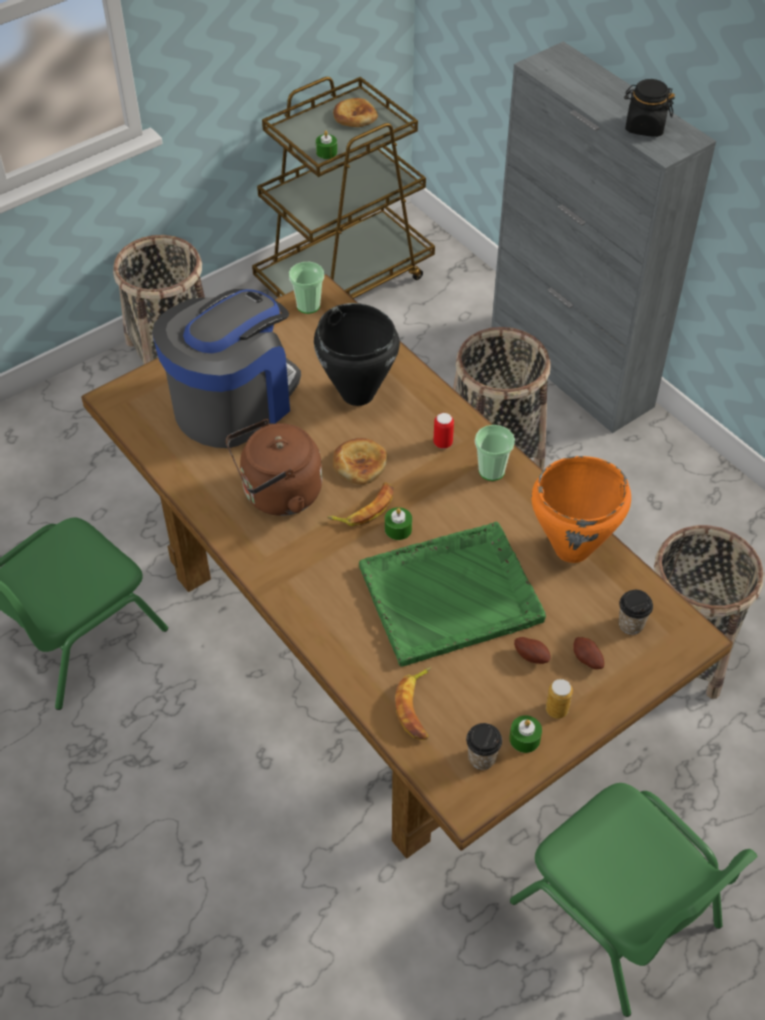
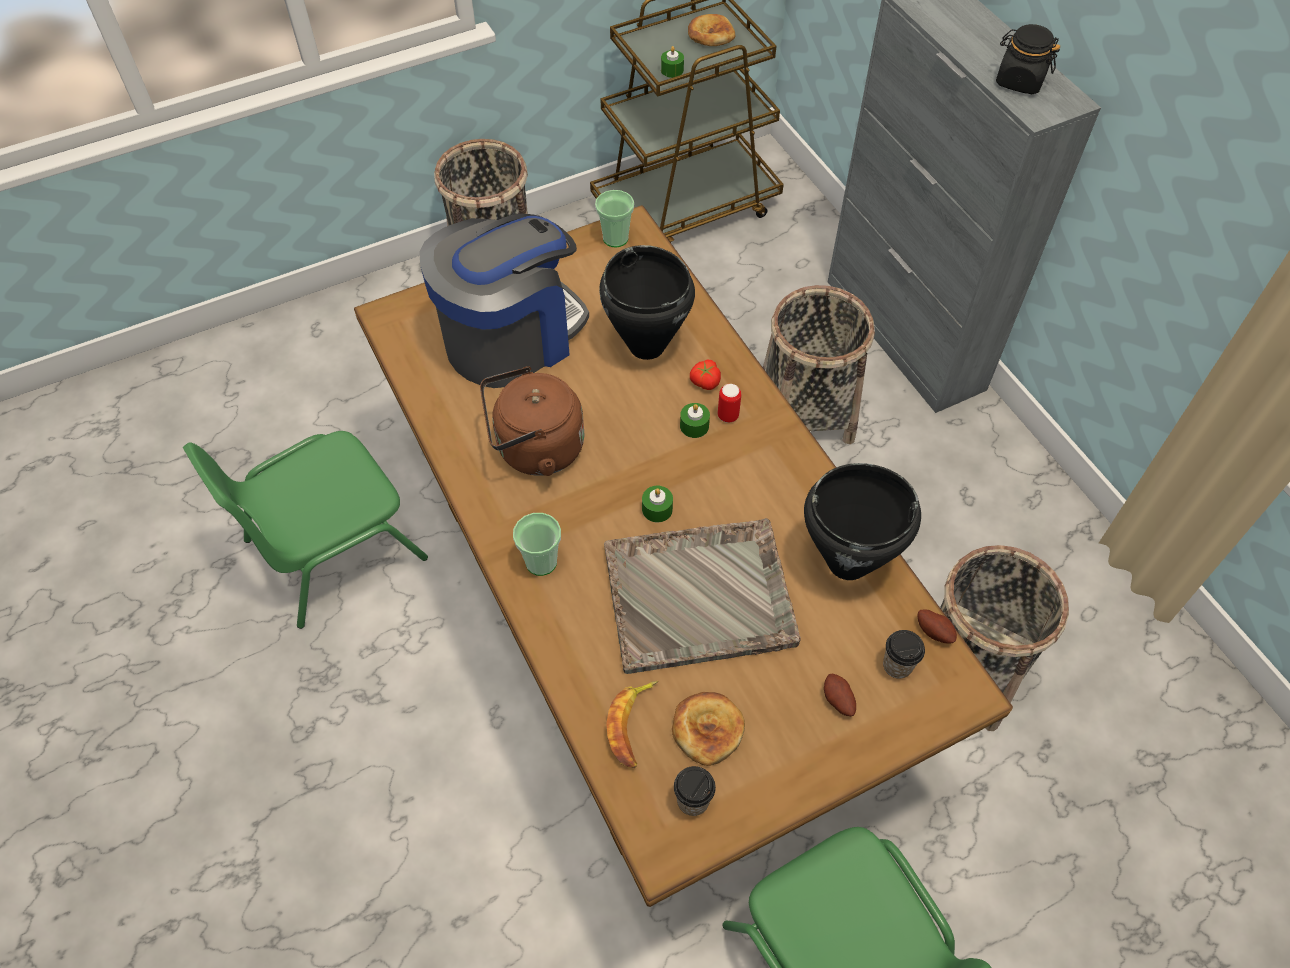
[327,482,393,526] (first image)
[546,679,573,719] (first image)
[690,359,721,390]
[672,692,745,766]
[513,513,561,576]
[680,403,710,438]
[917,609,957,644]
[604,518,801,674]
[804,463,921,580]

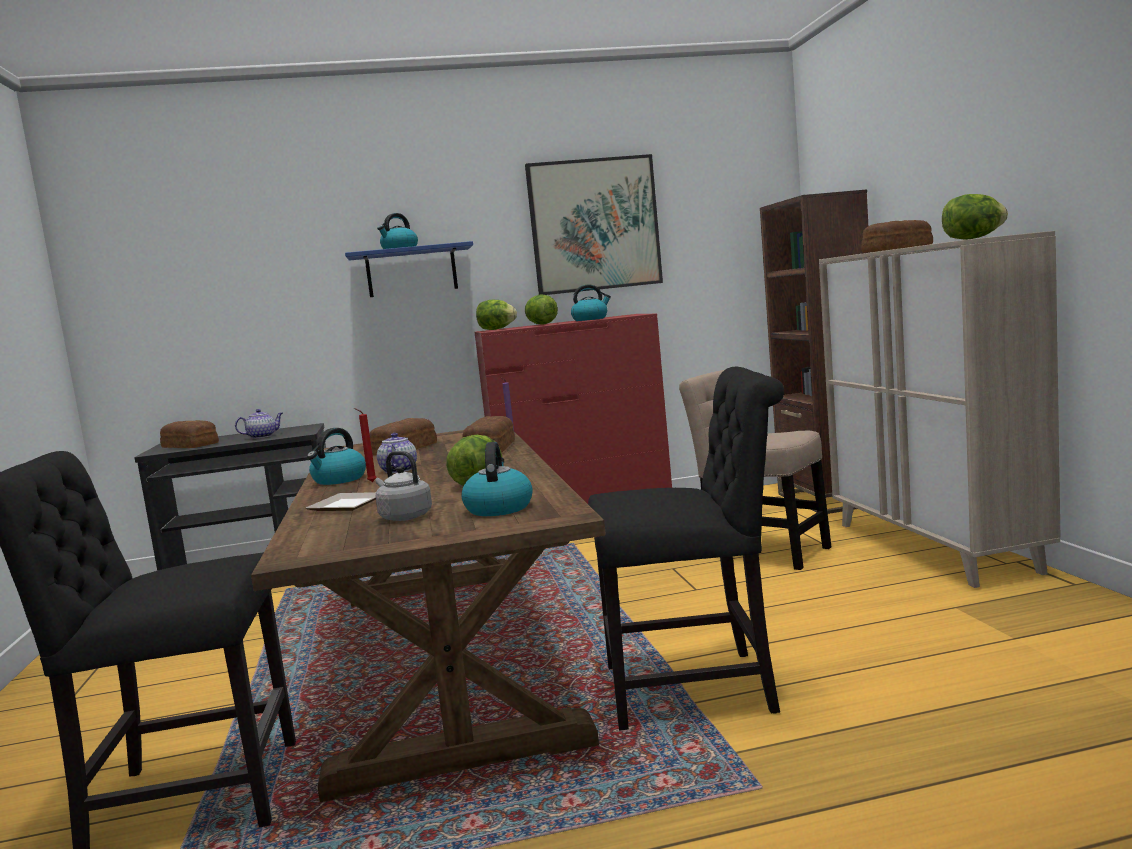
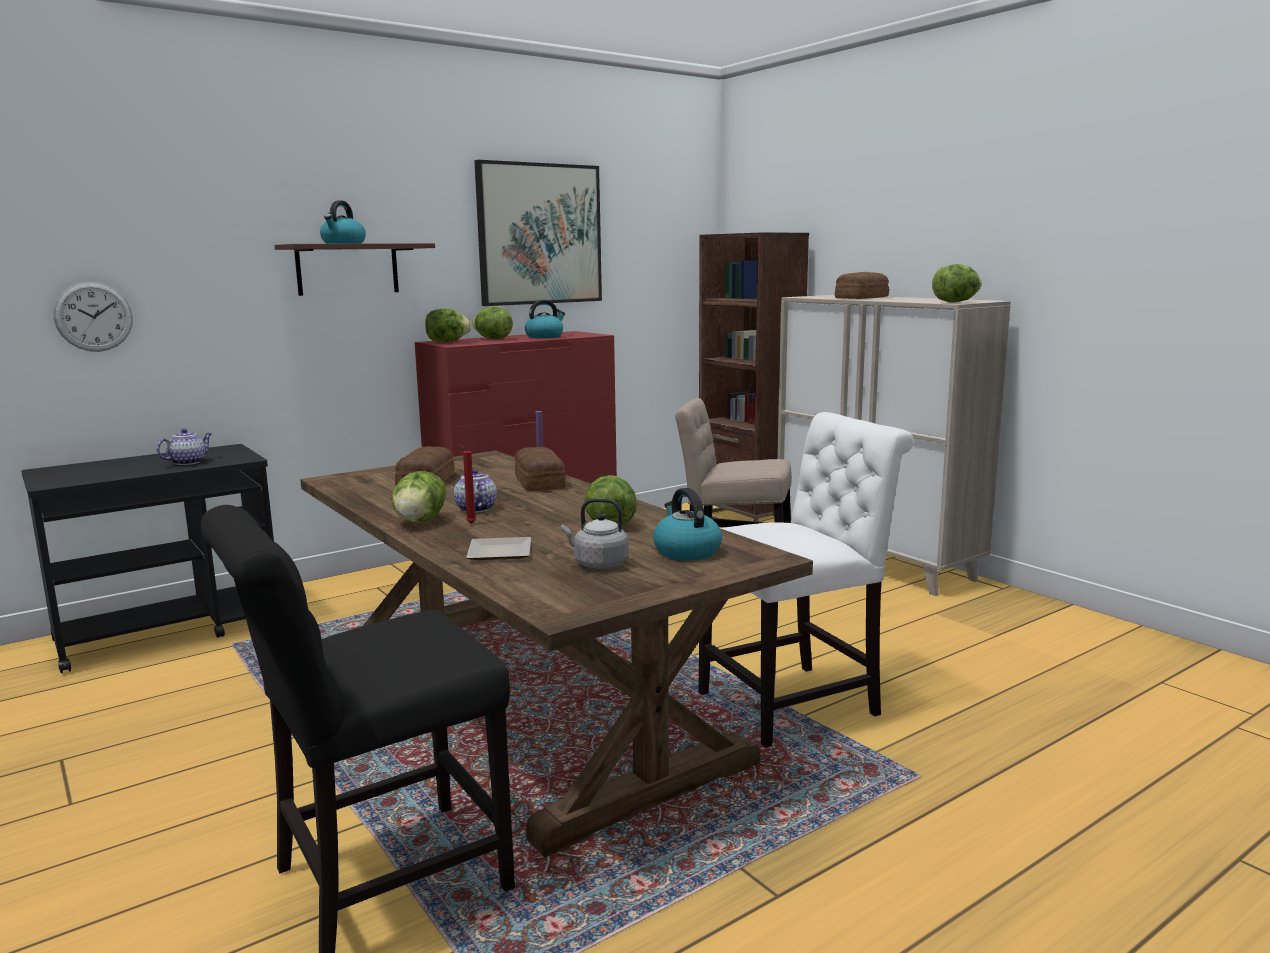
[160,420,219,448] (first image)
[53,282,133,352]
[392,471,446,523]
[275,243,435,296]
[699,412,914,748]

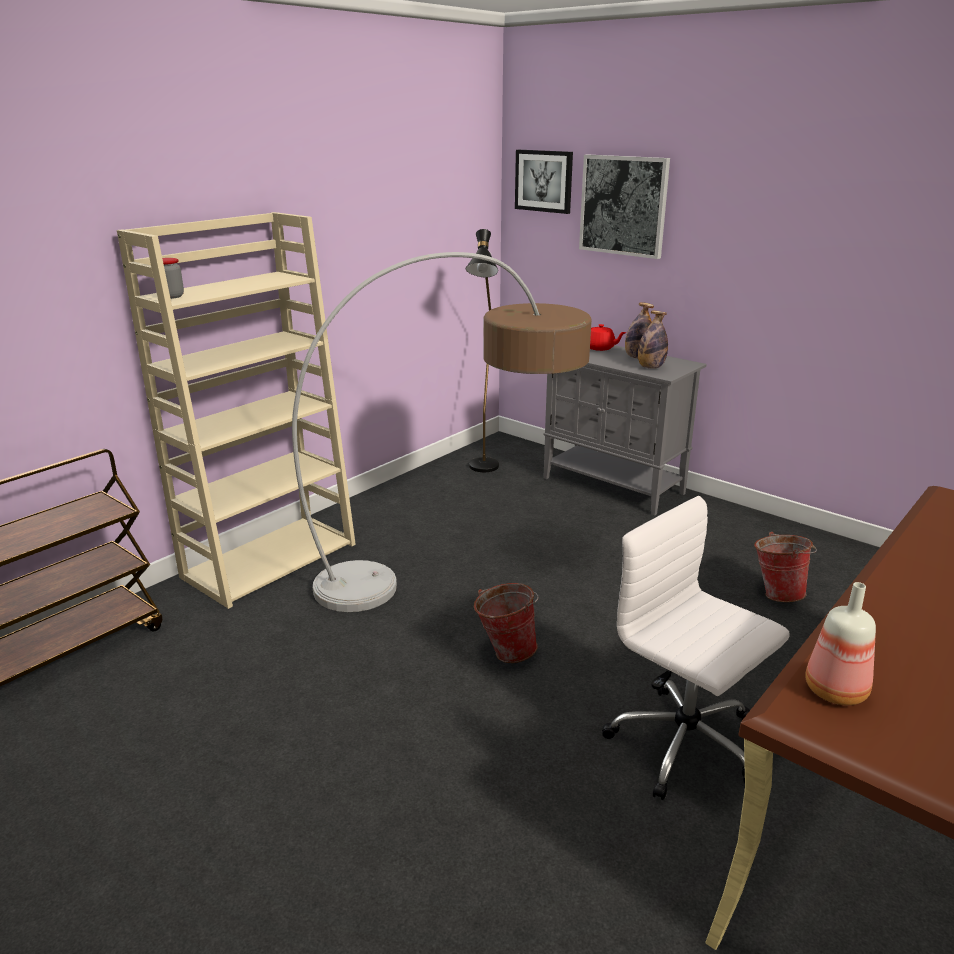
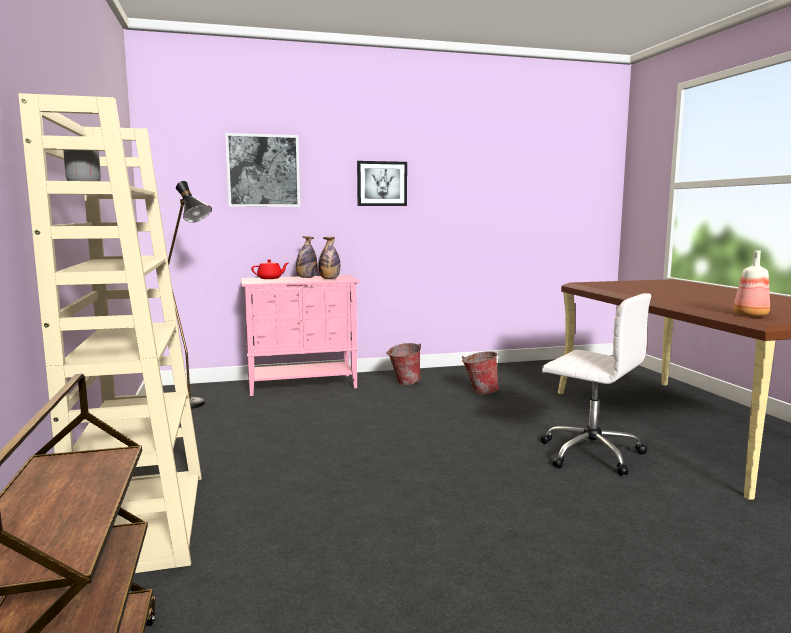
[292,252,592,612] (first image)
[386,343,421,385]
[357,161,407,206]
[241,275,360,396]
[541,293,651,476]

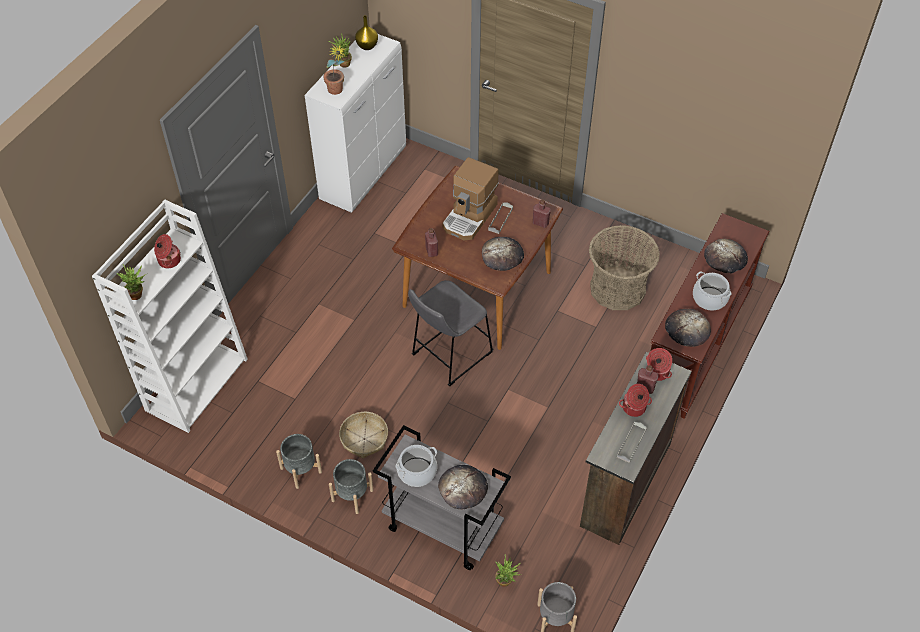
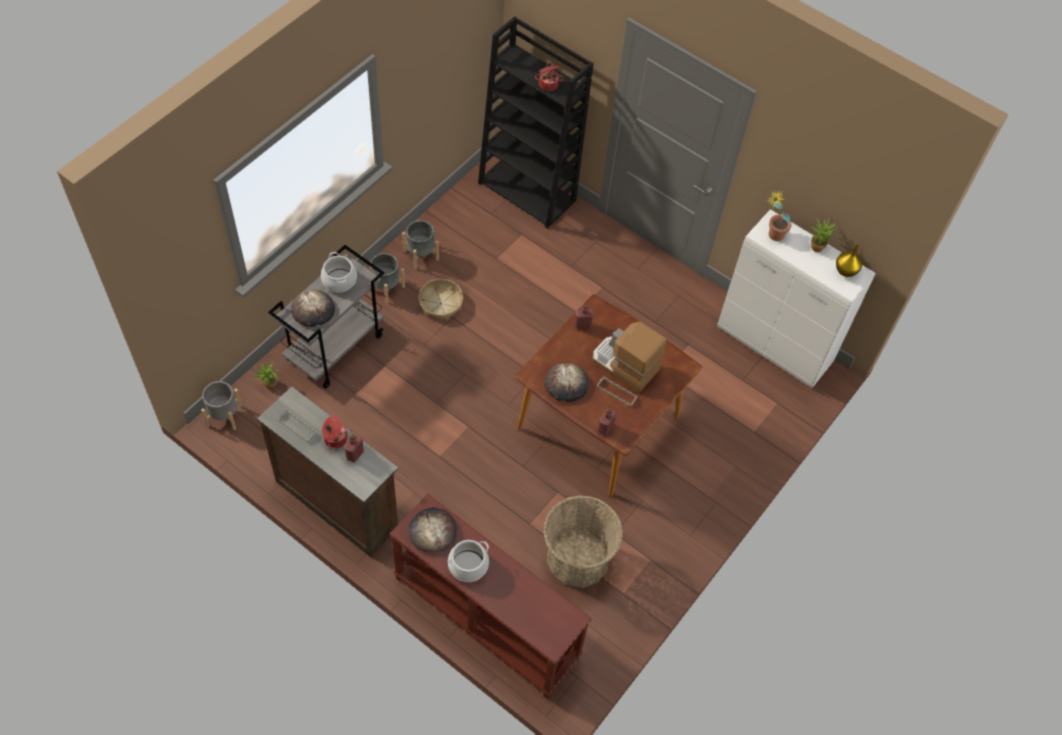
[117,264,148,300] (first image)
[408,280,493,386] (first image)
[646,348,672,381] (first image)
[704,239,748,274] (first image)
[478,16,594,229]

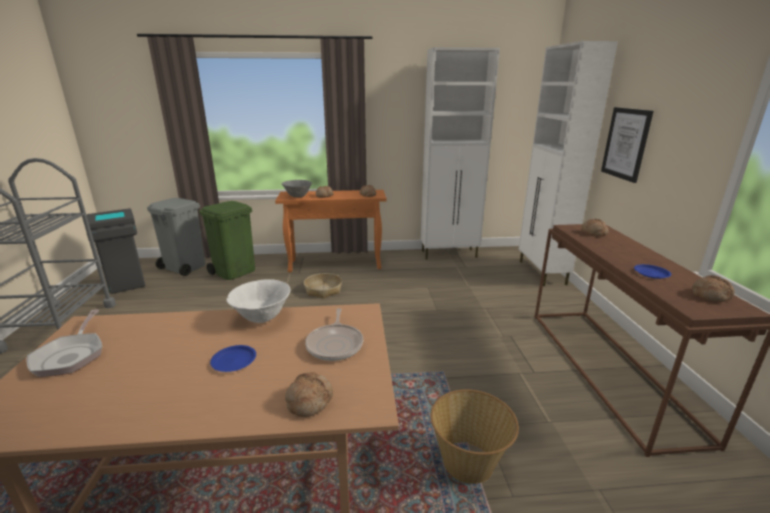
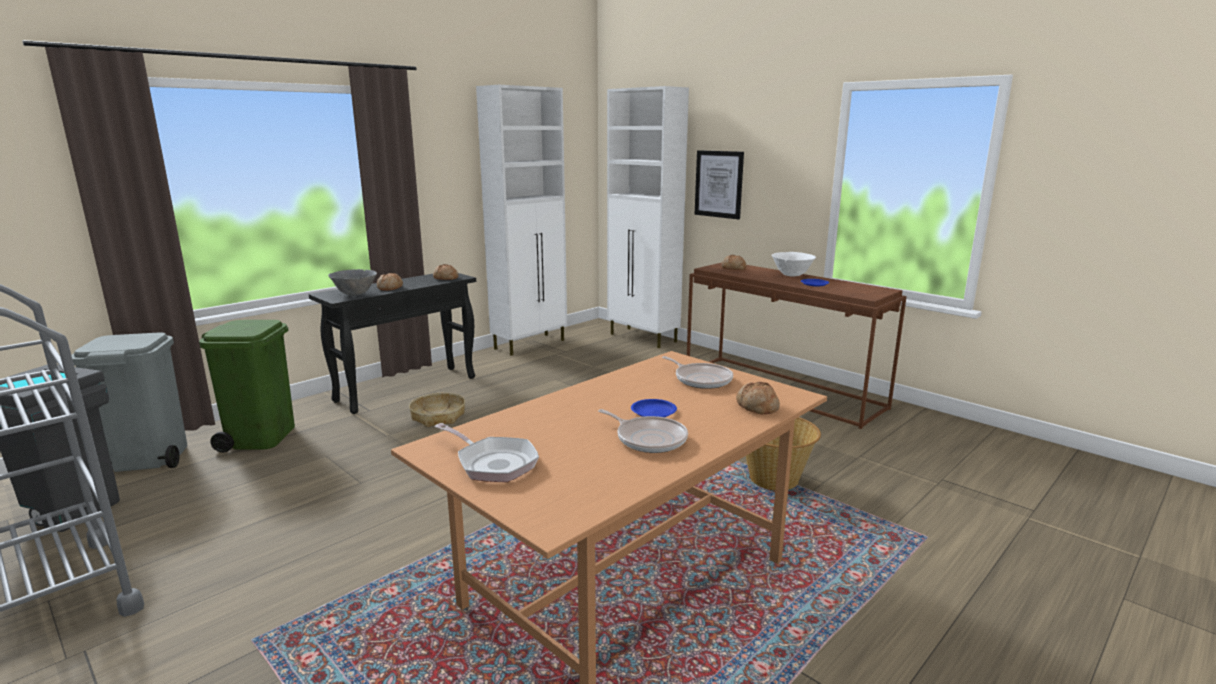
[692,275,735,302] (first image)
[598,409,688,453]
[772,252,816,277]
[308,273,476,414]

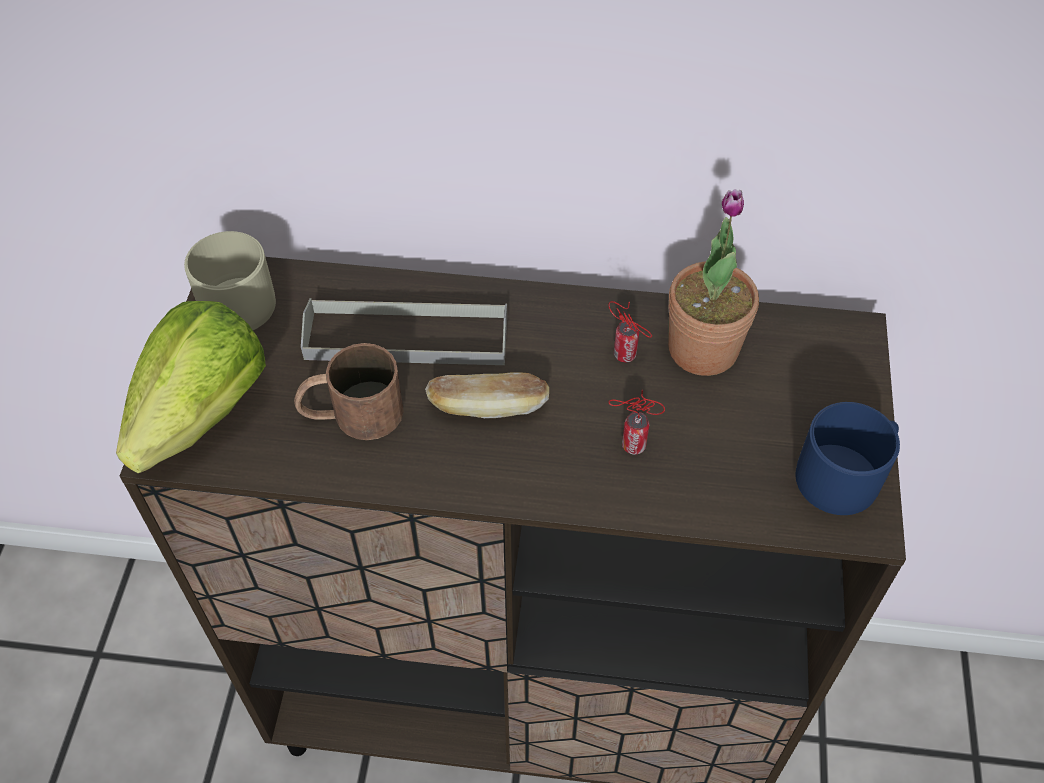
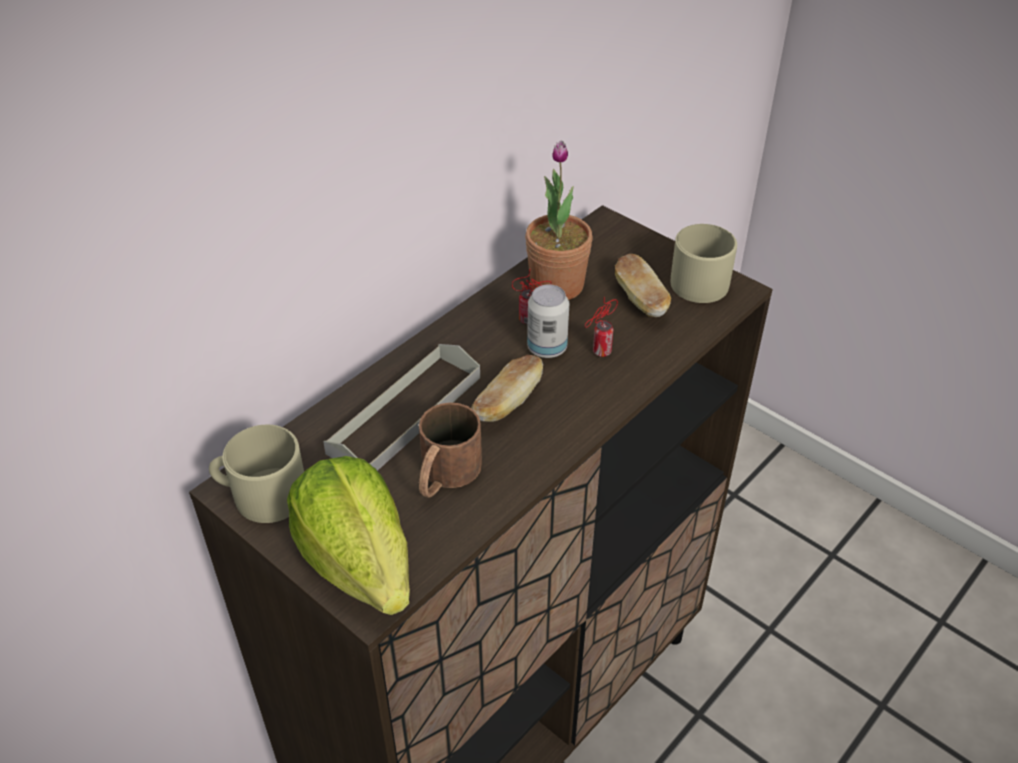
[527,284,569,358]
[615,254,671,317]
[671,224,737,303]

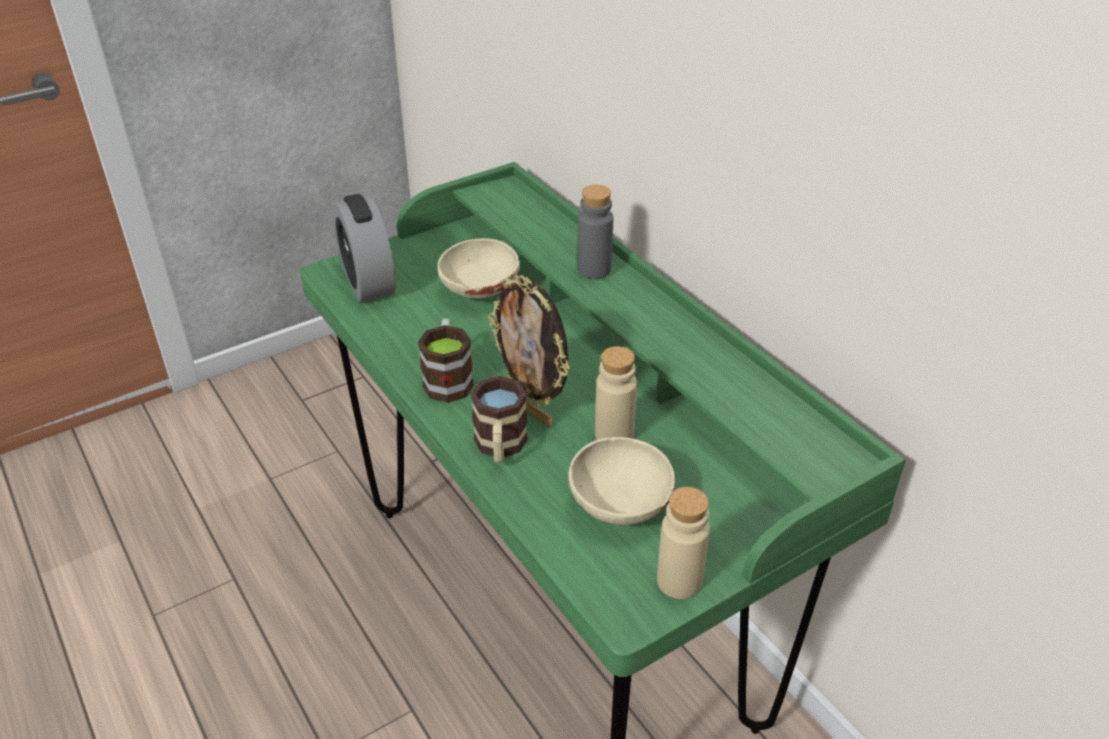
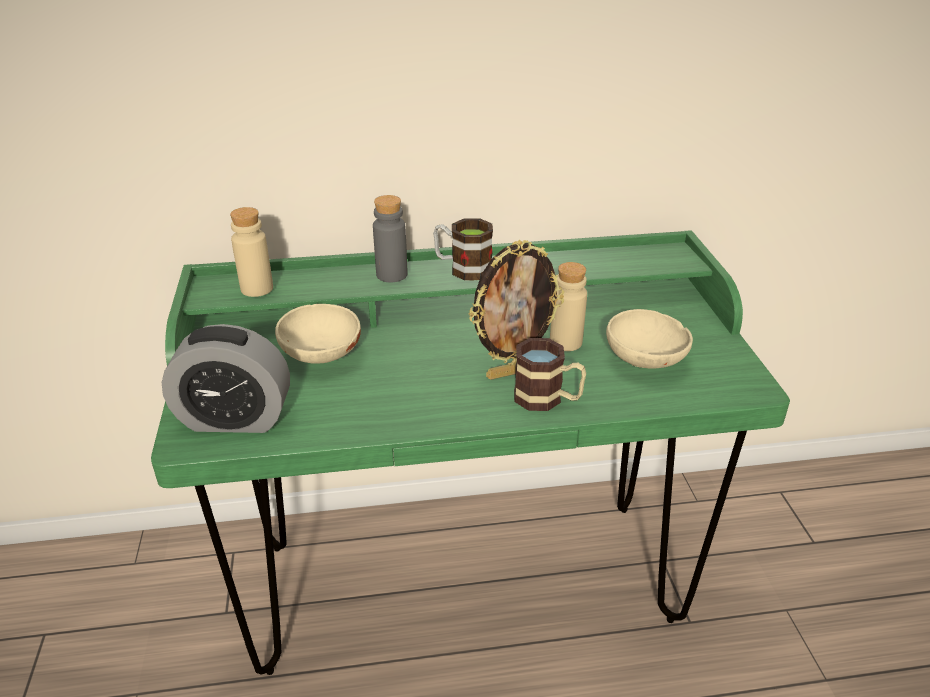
[433,218,493,280]
[230,207,273,297]

